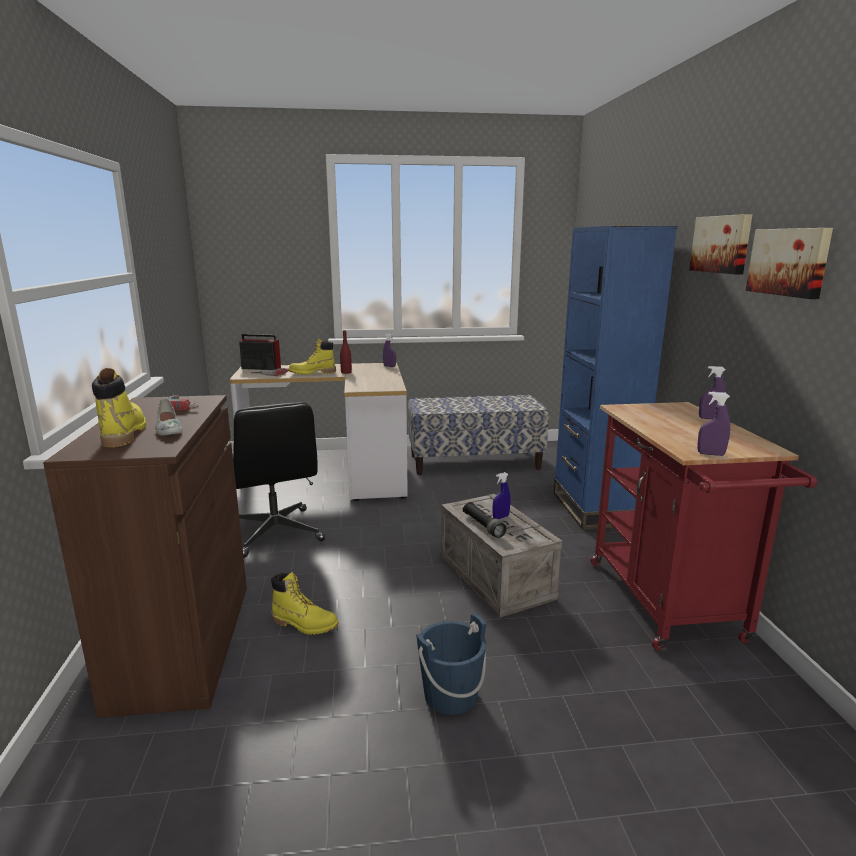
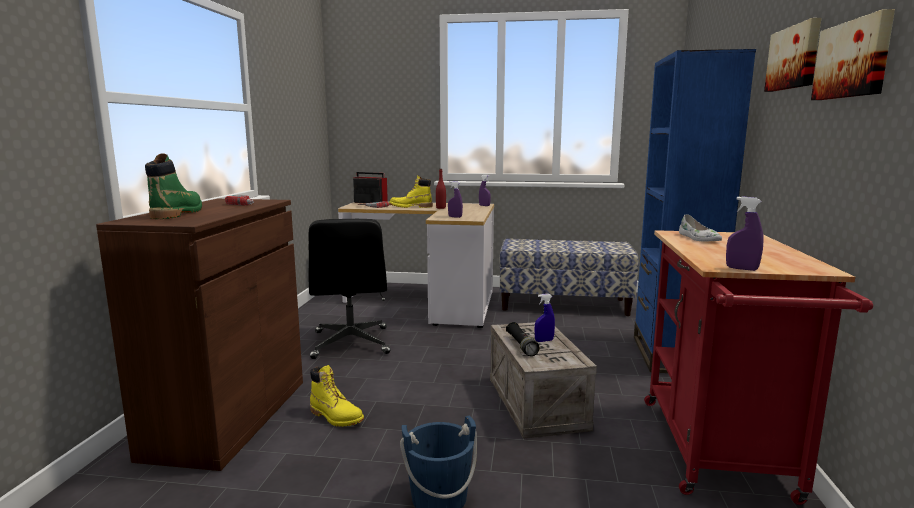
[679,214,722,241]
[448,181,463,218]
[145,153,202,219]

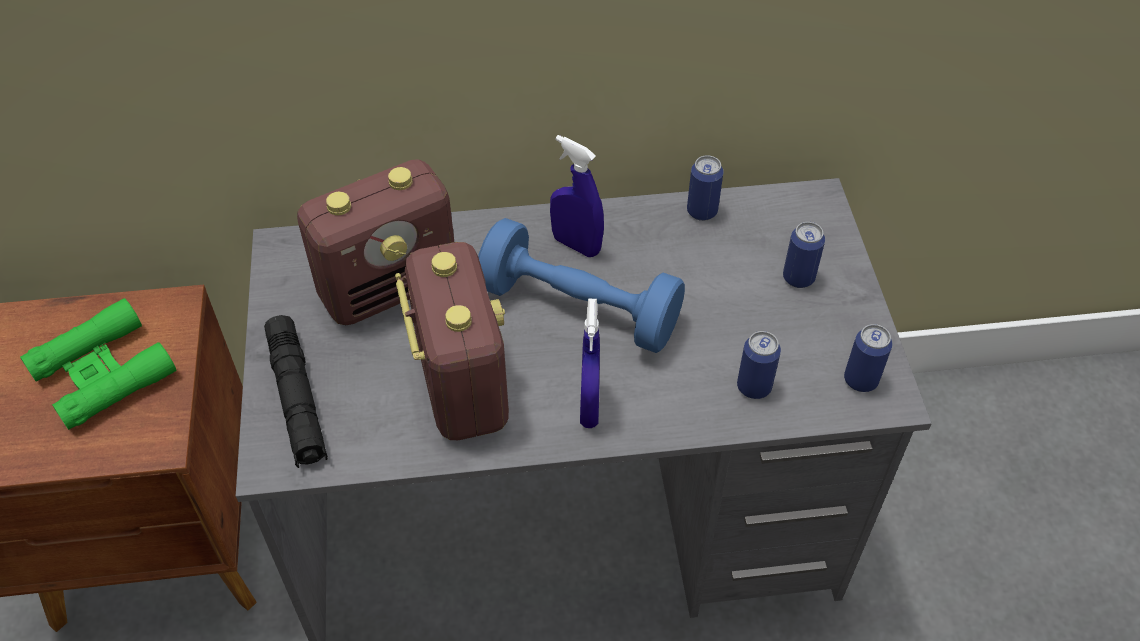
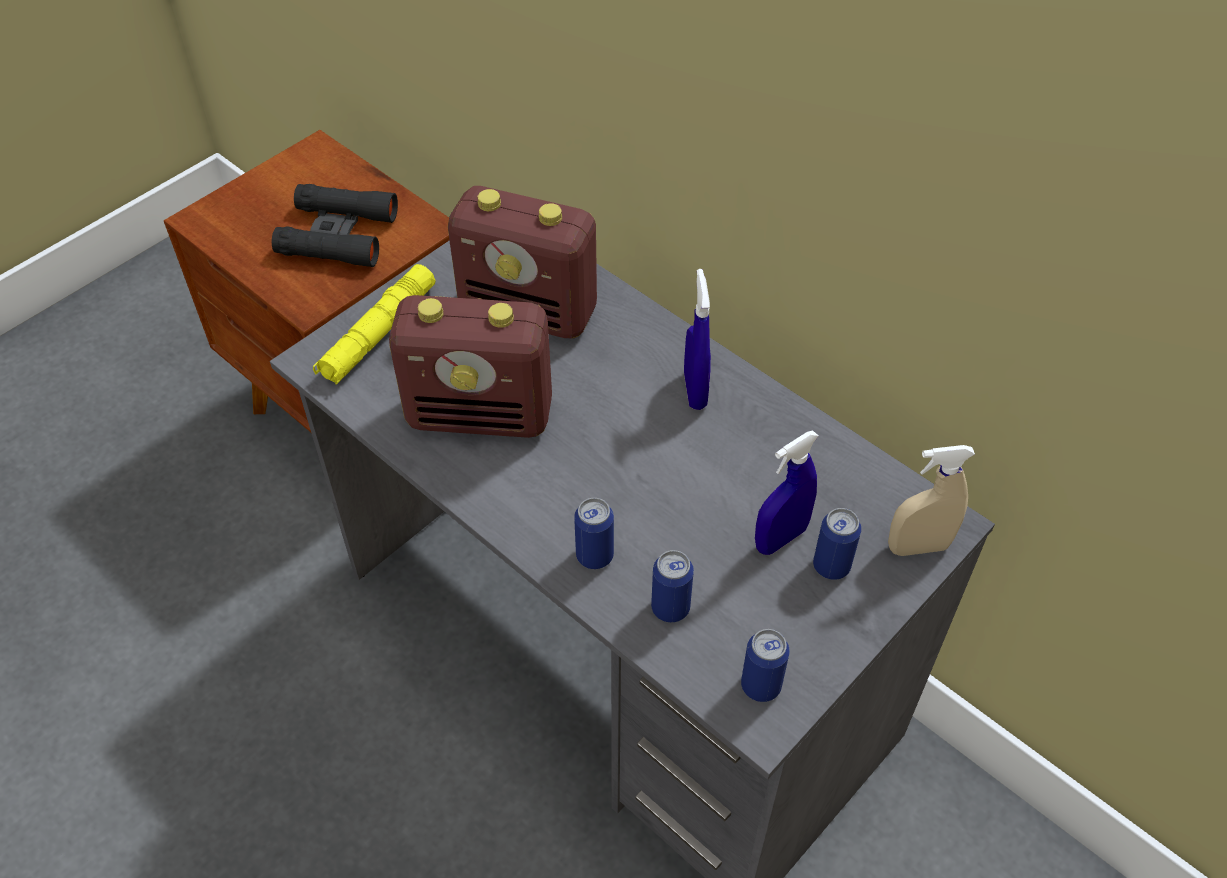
[478,218,685,353] (first image)
[888,445,975,556]
[755,430,819,555]
[574,498,614,569]
[272,184,398,267]
[313,264,436,385]
[389,295,552,438]

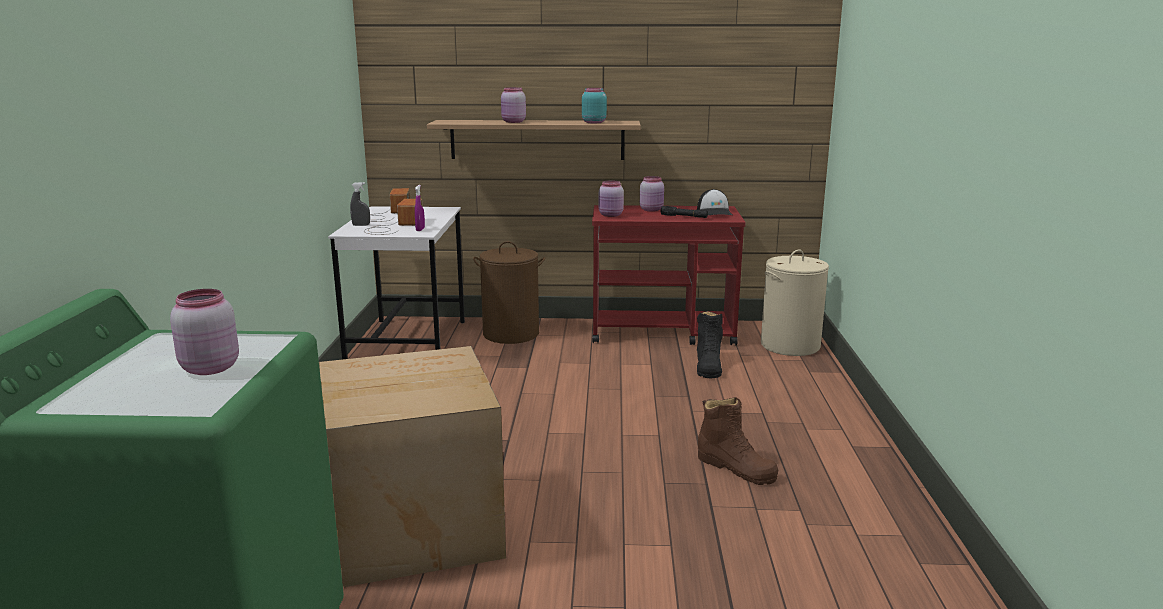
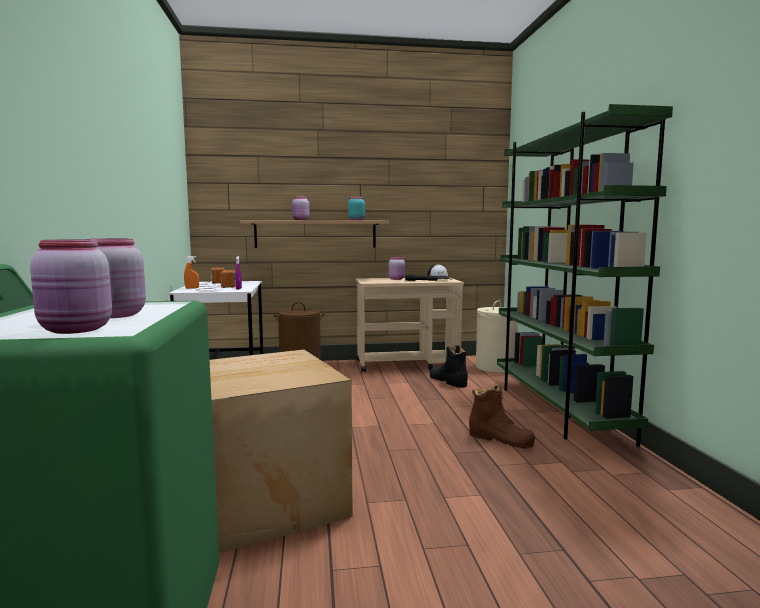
[497,104,673,446]
[30,239,112,334]
[184,256,199,289]
[356,277,464,373]
[430,346,468,388]

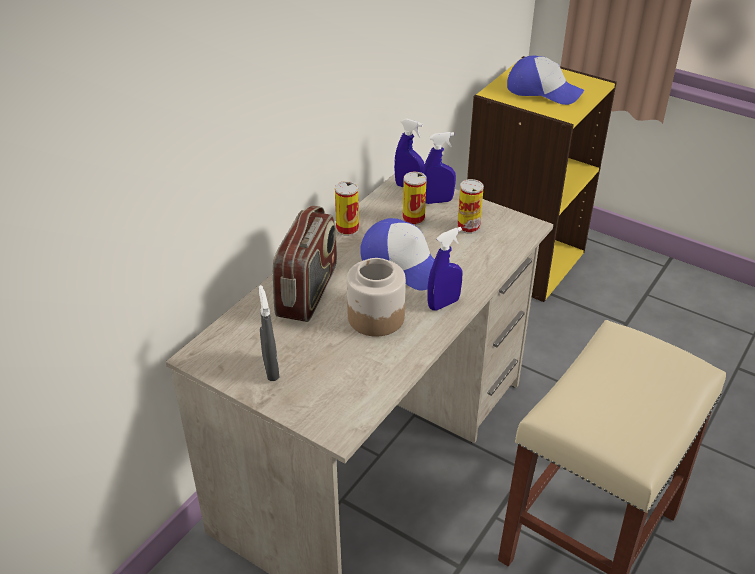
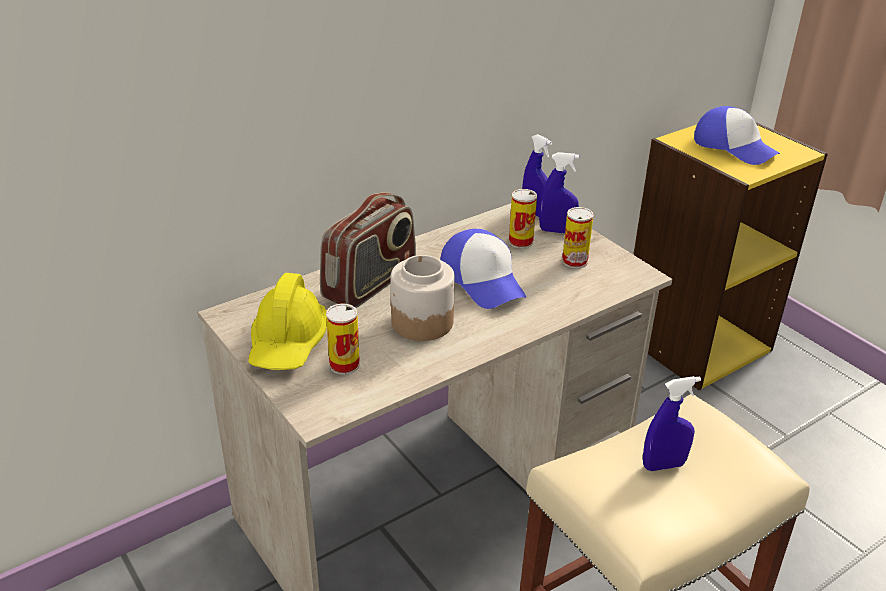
[326,303,360,375]
[643,376,701,471]
[248,273,327,370]

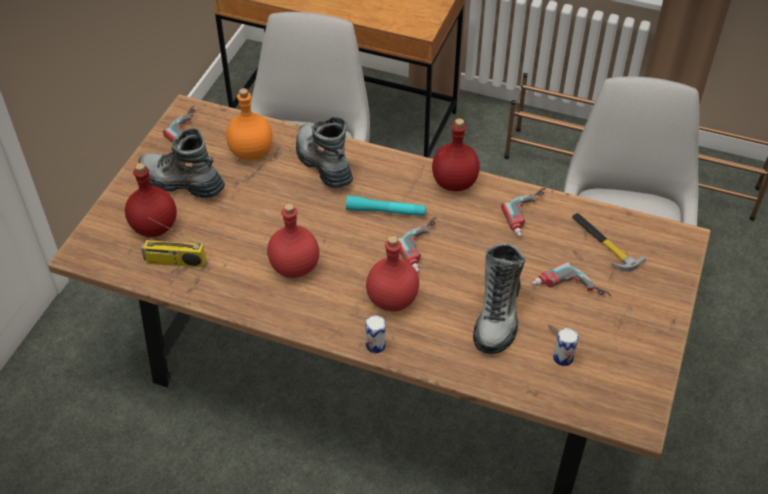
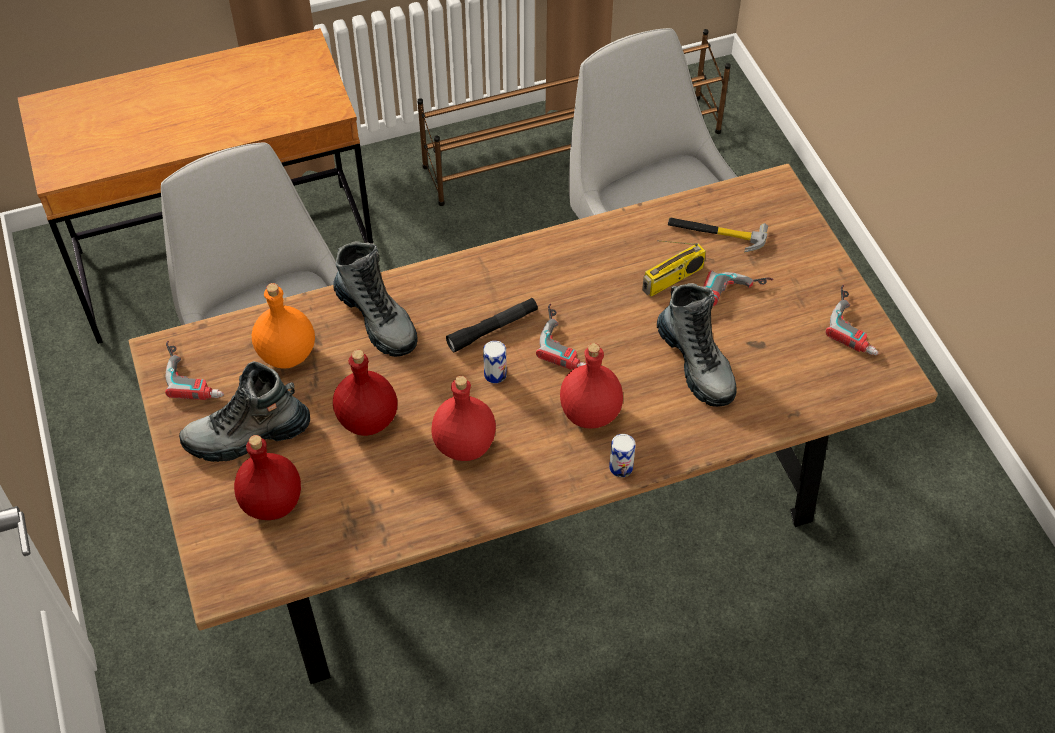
[642,240,706,297]
[333,350,398,436]
[825,285,879,355]
[483,341,507,383]
[446,298,538,353]
[333,241,418,357]

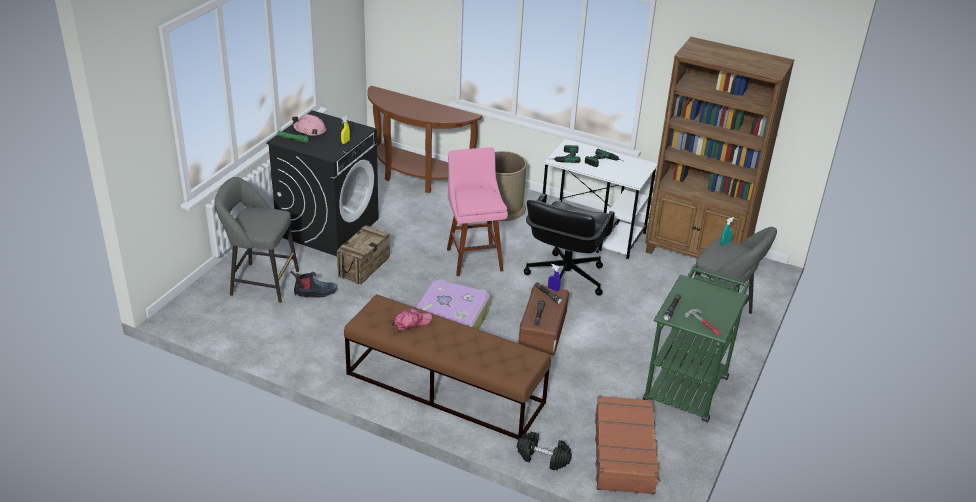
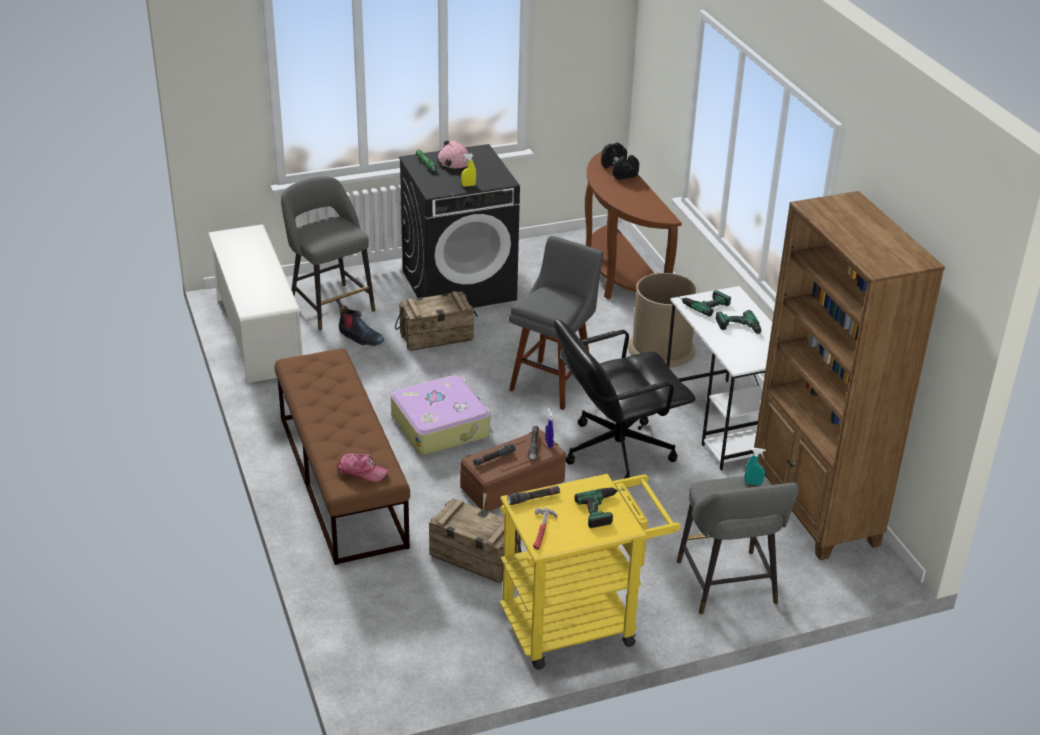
[595,395,660,495] (first image)
[208,224,303,383]
[429,498,522,583]
[575,487,625,528]
[336,453,389,482]
[601,142,639,180]
[509,236,603,410]
[500,474,681,670]

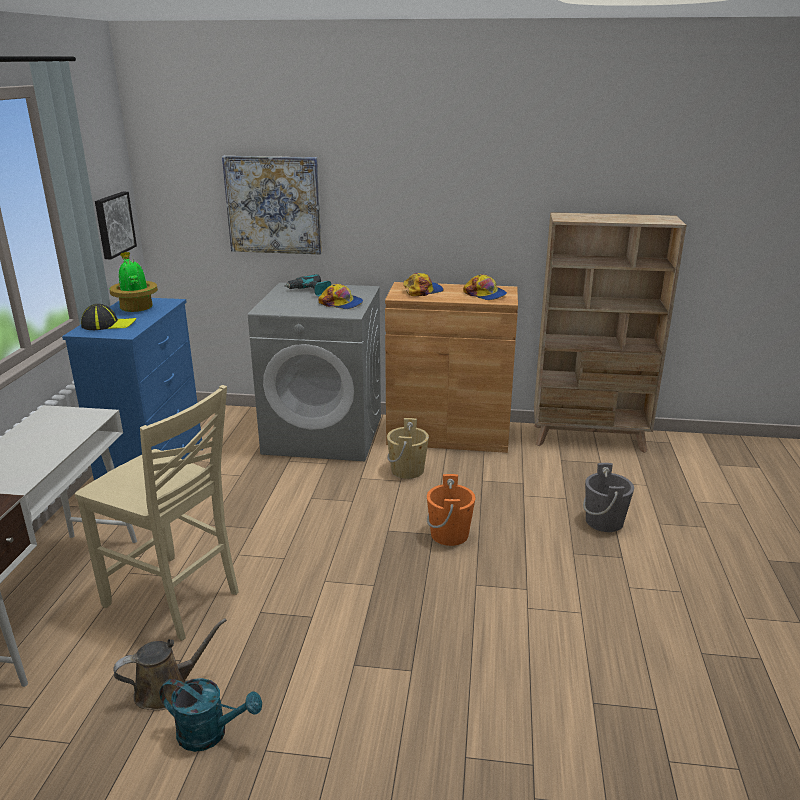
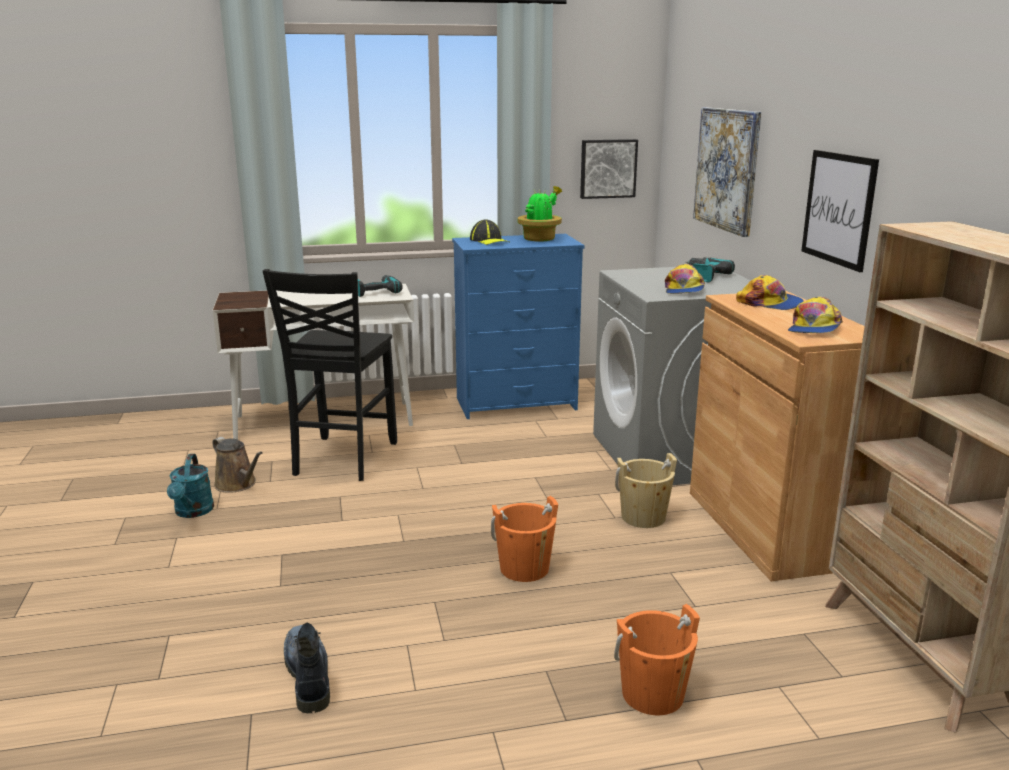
[284,623,330,713]
[358,275,403,297]
[801,150,879,272]
[263,269,397,481]
[614,604,700,715]

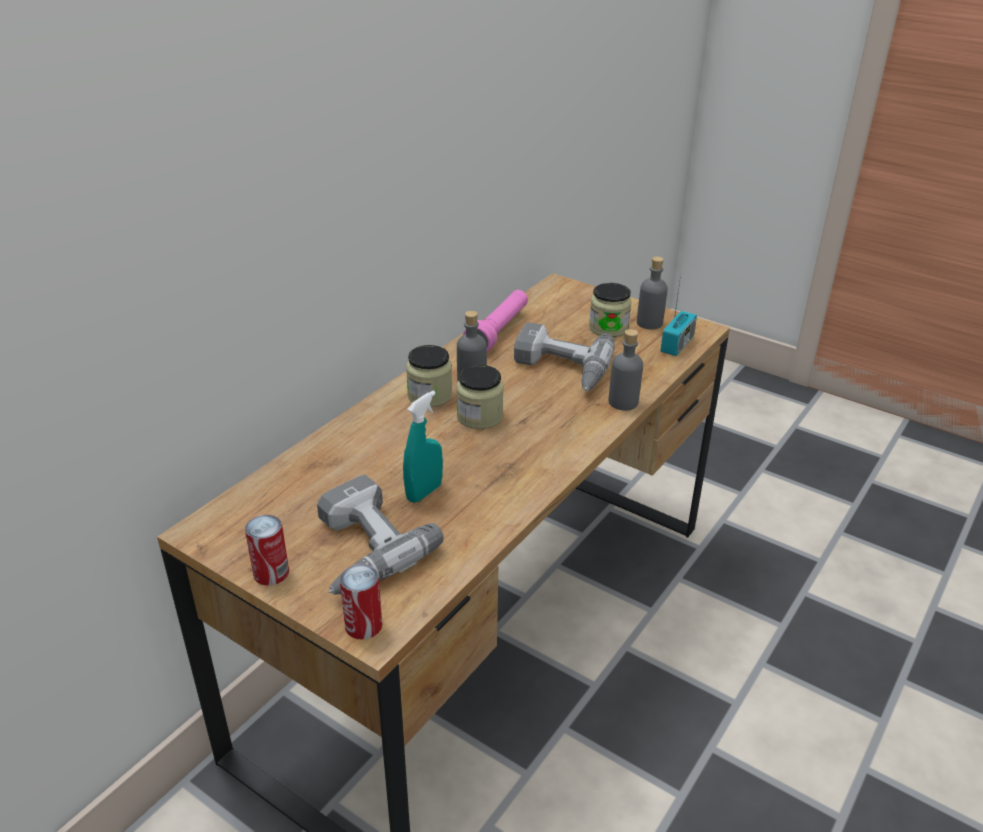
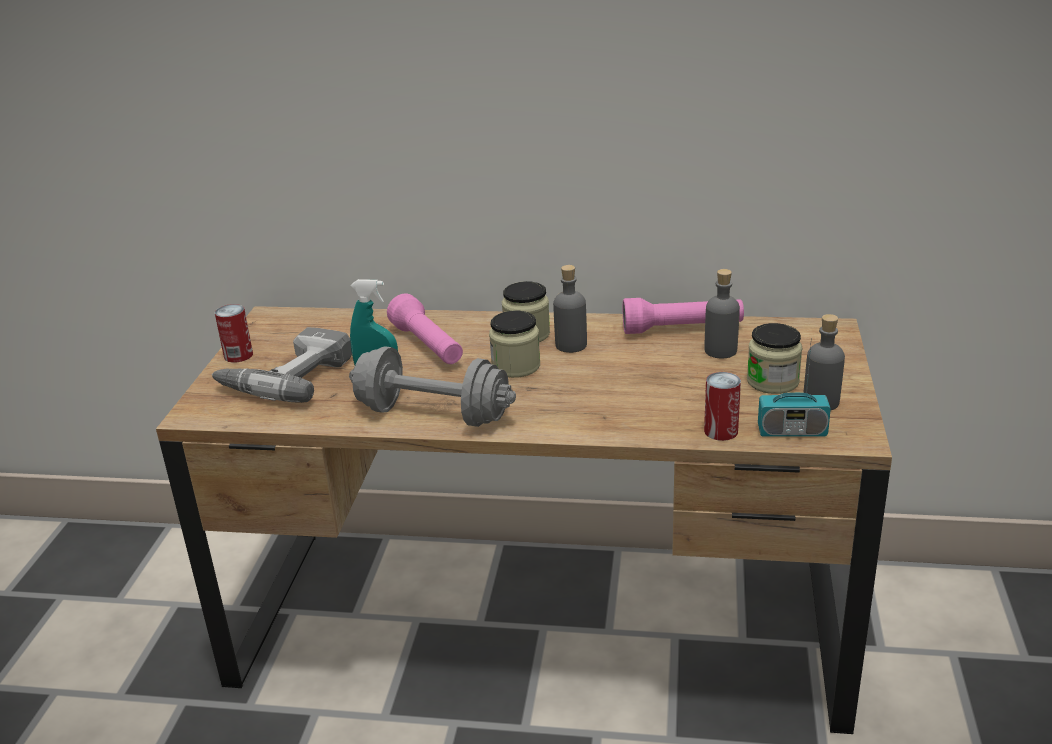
[514,322,615,391] (first image)
[349,346,516,427]
[387,294,463,364]
[704,372,741,441]
[704,269,740,358]

